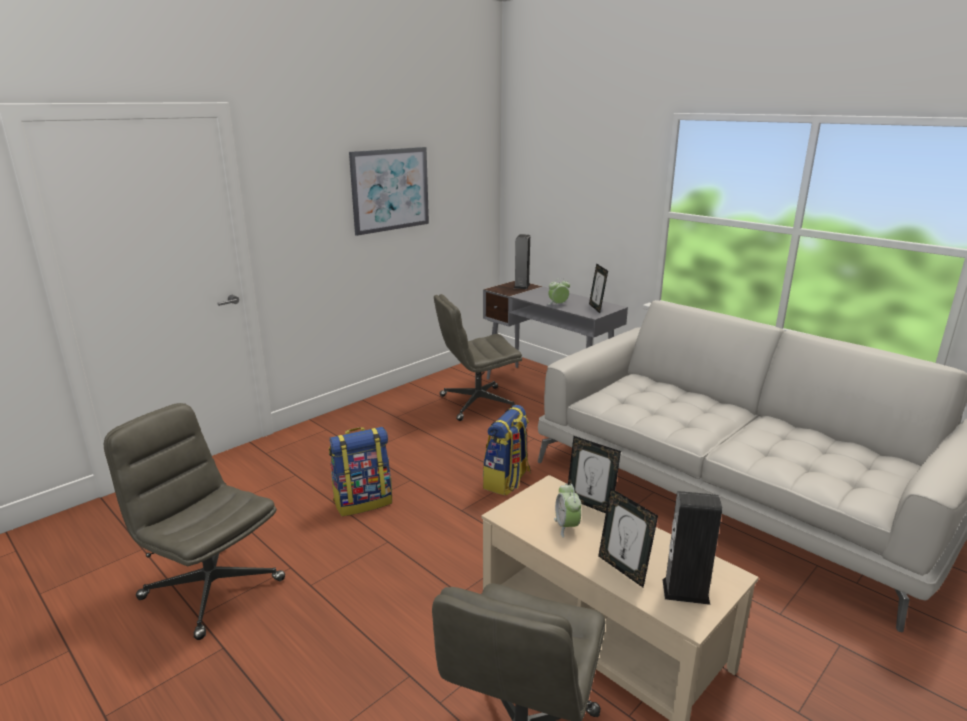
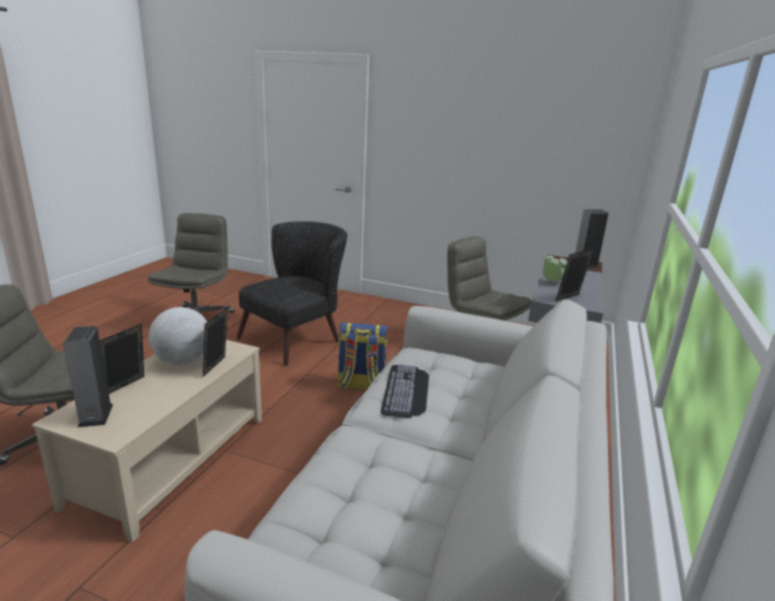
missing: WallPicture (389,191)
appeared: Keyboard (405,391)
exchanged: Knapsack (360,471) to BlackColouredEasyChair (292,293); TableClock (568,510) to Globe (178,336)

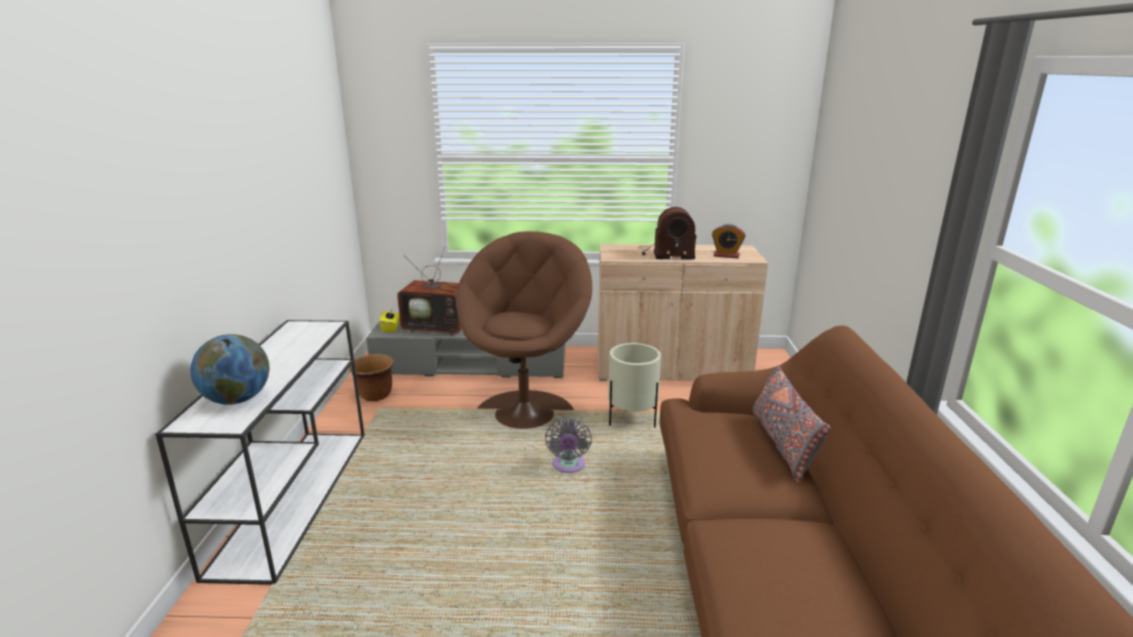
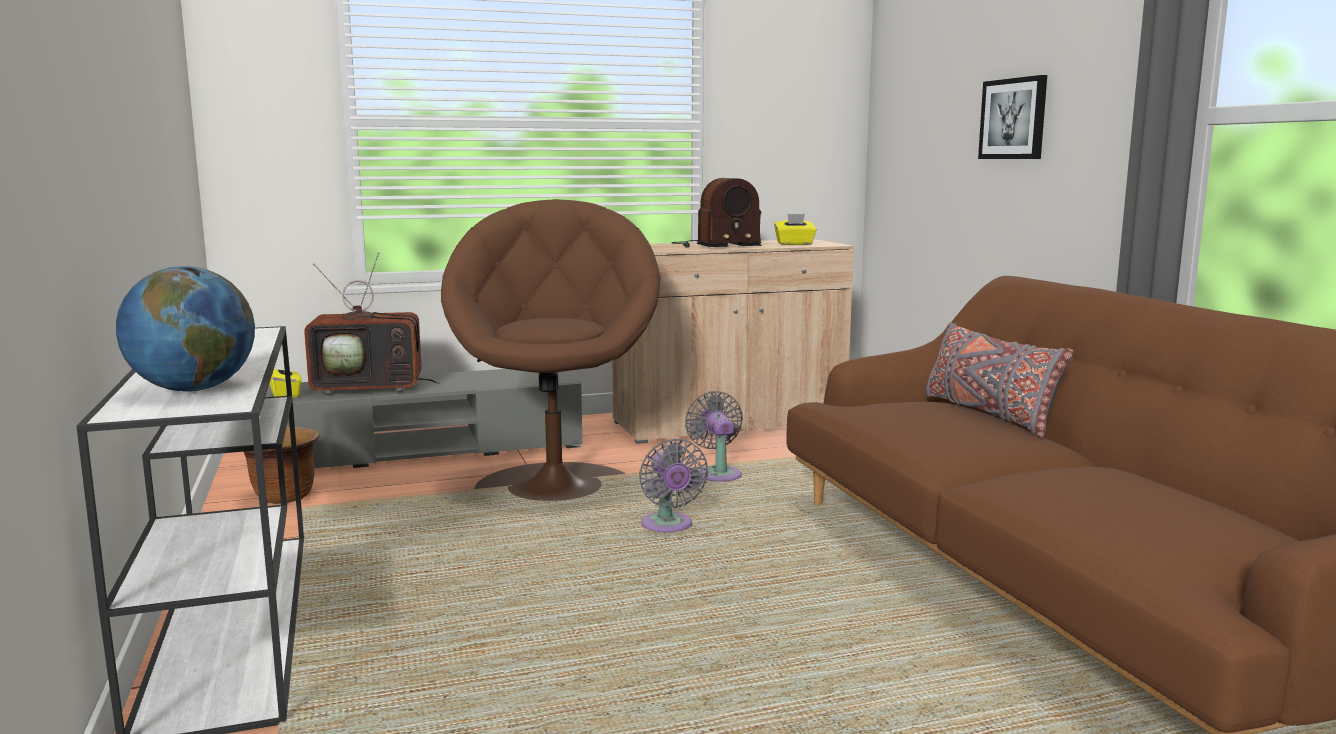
appeared: WallPicture (1012,117)
exchanged: BeigeFlowerPot (634,385) to GrayCoolingFan (714,436); TableClock (729,241) to YellowColouredTissueHolder (795,229)

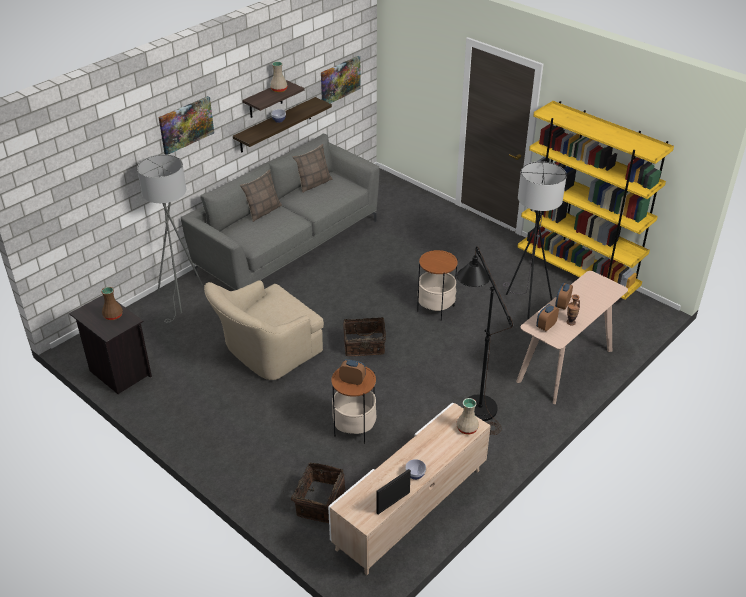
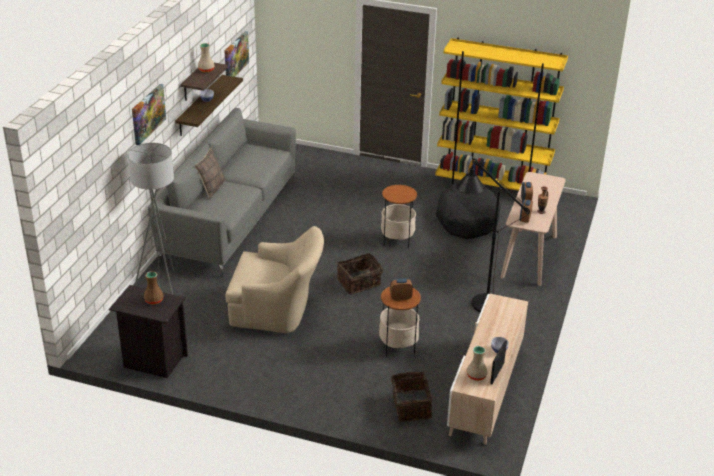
missing: Cushion (312,168)
relocated: BeigeDecorativeVase (467,416) to (477,363)
exchanged: GrayStandingLamp (535,240) to BlackColouredDogBed (468,211)
spun: BeigeEasyChair (264,330) = (274,279) 105 degrees counterclockwise

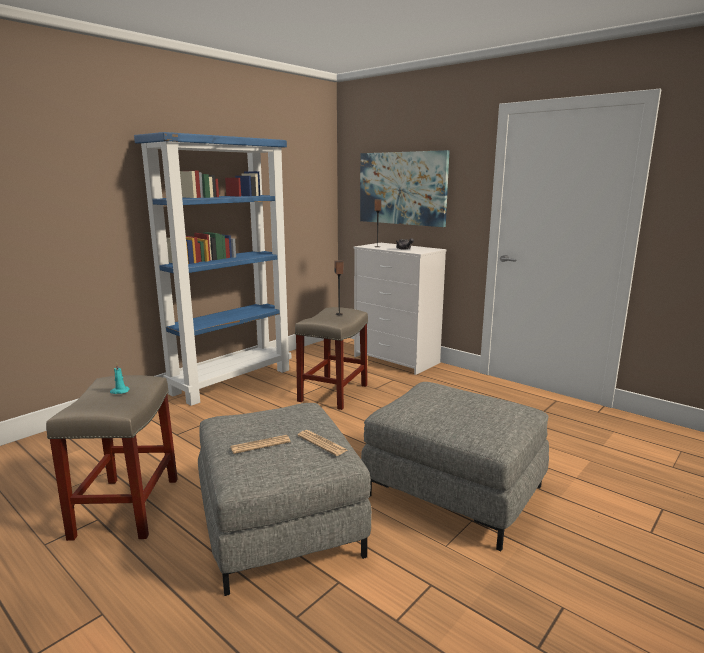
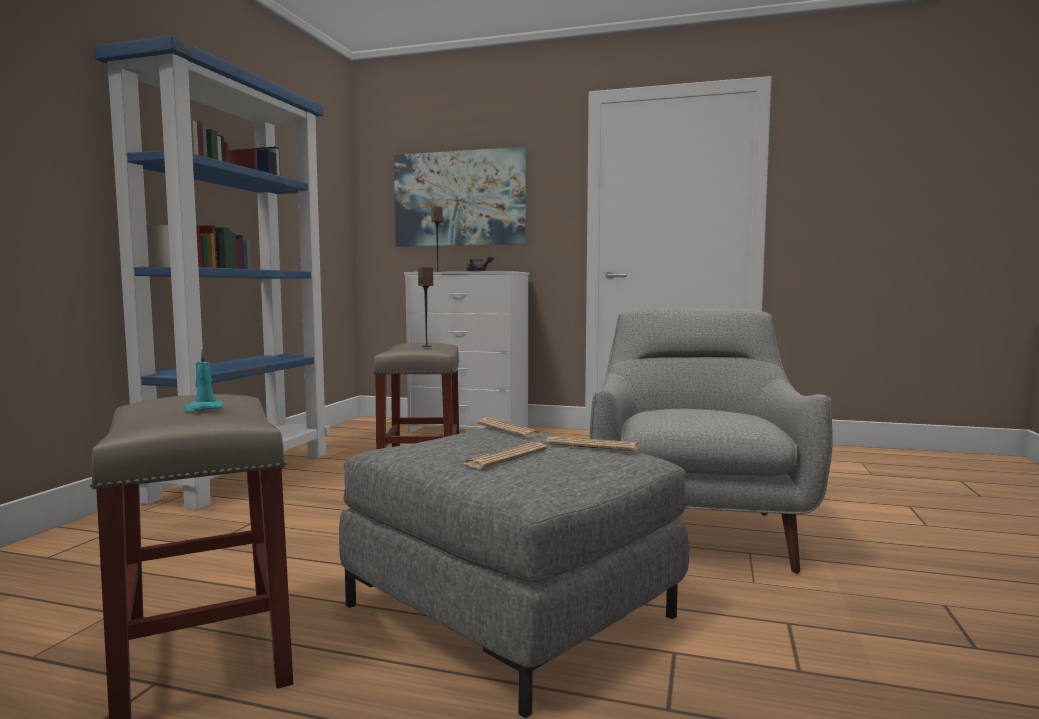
appeared: PrintedPaper (510,428)
exchanged: GrayFootrest (455,466) to GrayEasyChair (711,441)

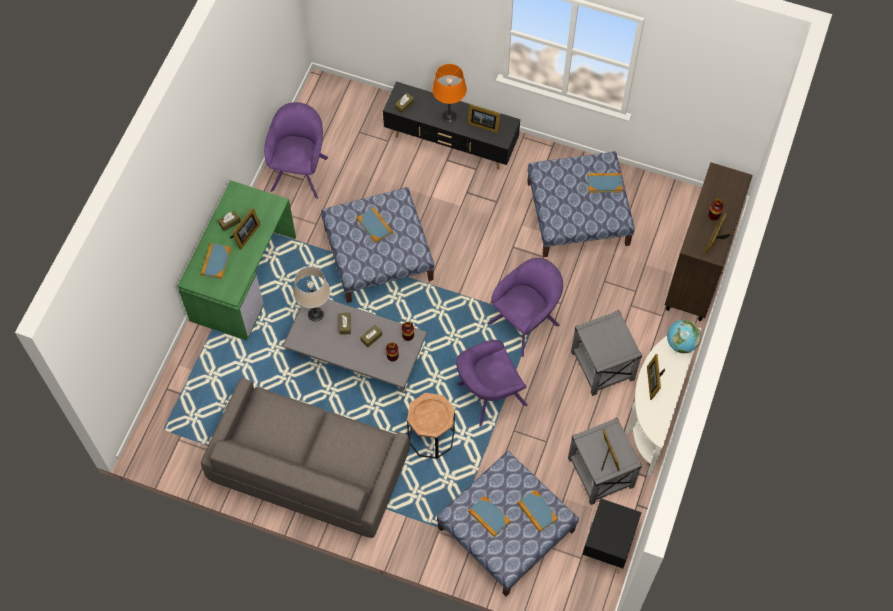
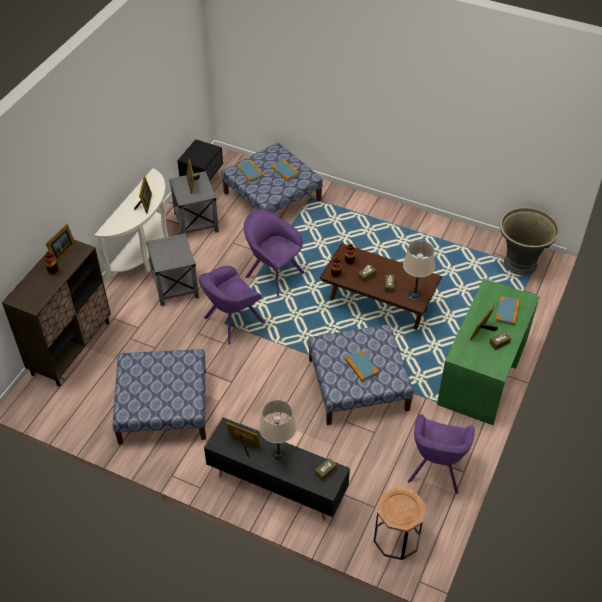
missing: GraySofa (305,458); BoundBook (605,183); Globe (684,336)
appeared: GrayFlowerPot (530,241)
relocated: BrownishSideTable (431,426) to (400,523)
colour: GrayLoungeTable (355,342) to BrownishLoungeTable (380,286); OrangeLampForATable (449,93) to BeigeLampForATable (278,431)
spun: PurplishEasyChair (492,383) = (274,253) 120 degrees counterclockwise

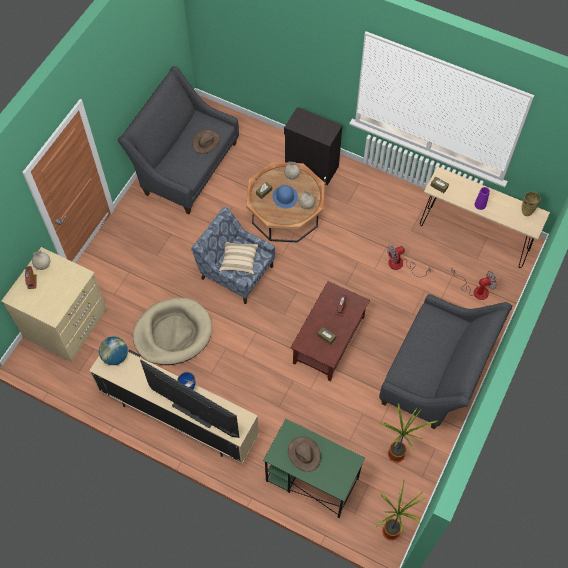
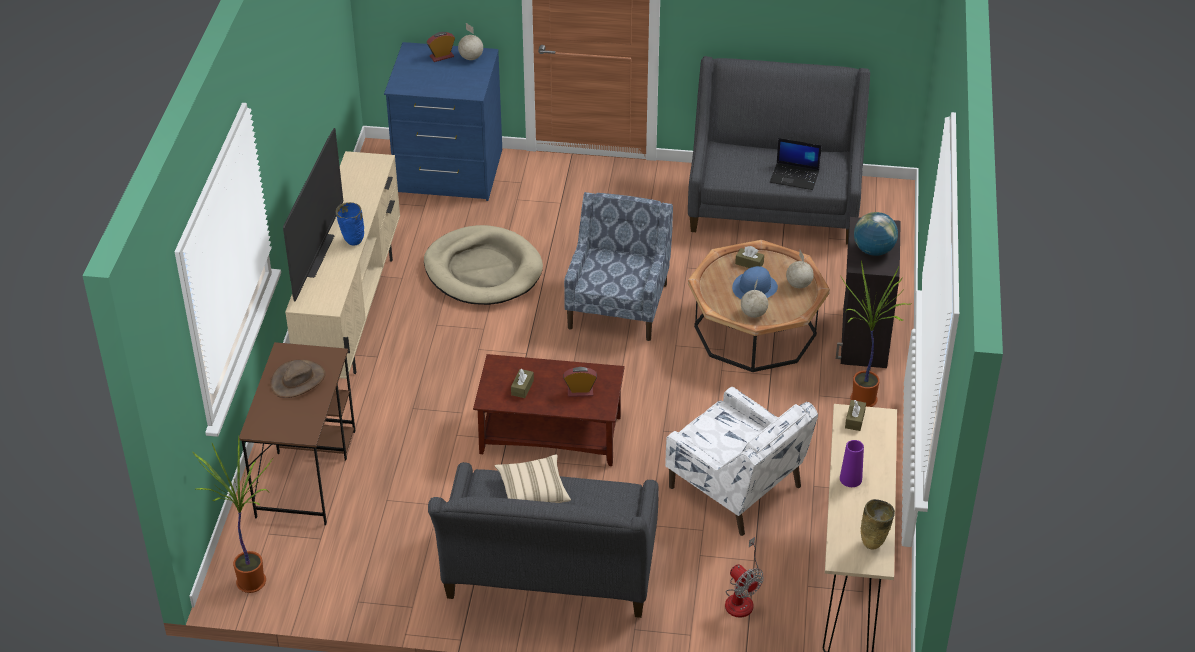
relocated: Globe (113,351) to (876,234); BeigeCushion (238,258) to (532,478); Houseplant (408,433) to (876,334)
exchanged: BrownishWearableHat (206,142) to PortableComputer (796,164); CoolingFan (409,261) to WhiteColouredEasyChair (741,461)
colour: BeigeDresser (54,305) to BlueDresser (443,121); GreenishDeskUnit (314,468) to BrownishDeskUnit (297,433)

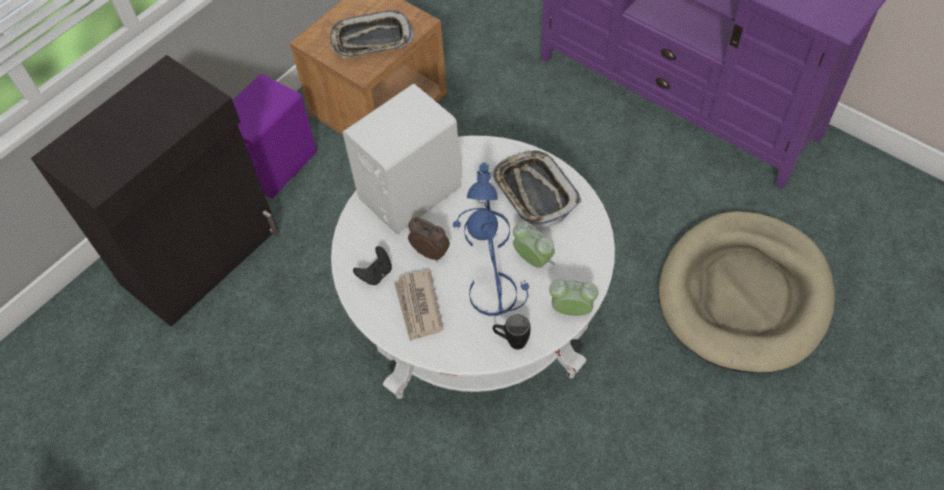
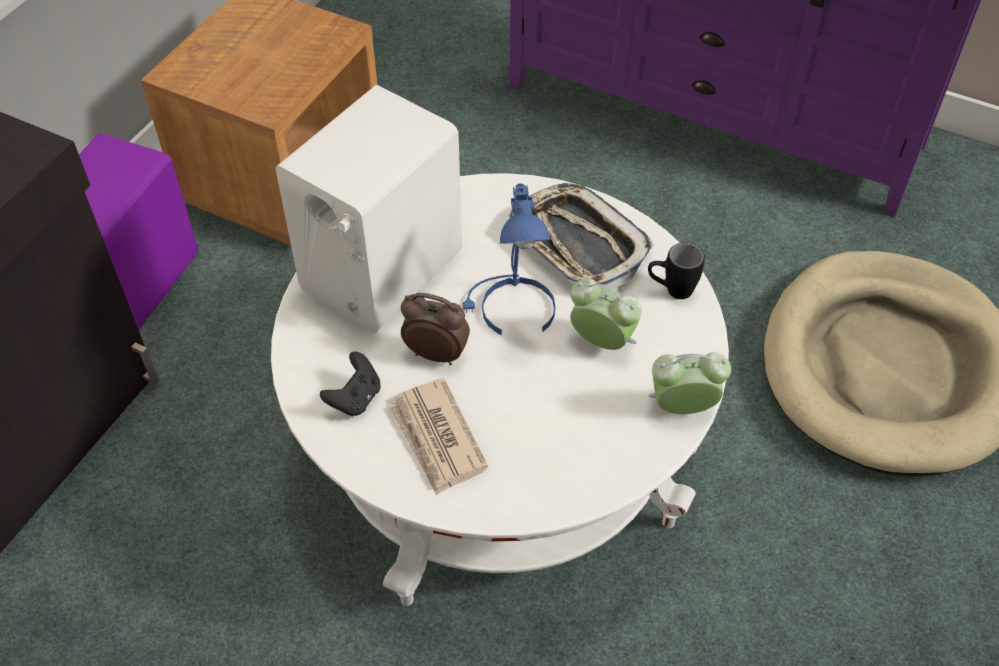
missing: Tray (372,34); BlueLampForATable (498,262)
relocated: BlackColouredCoffeeMug (511,332) to (676,271)

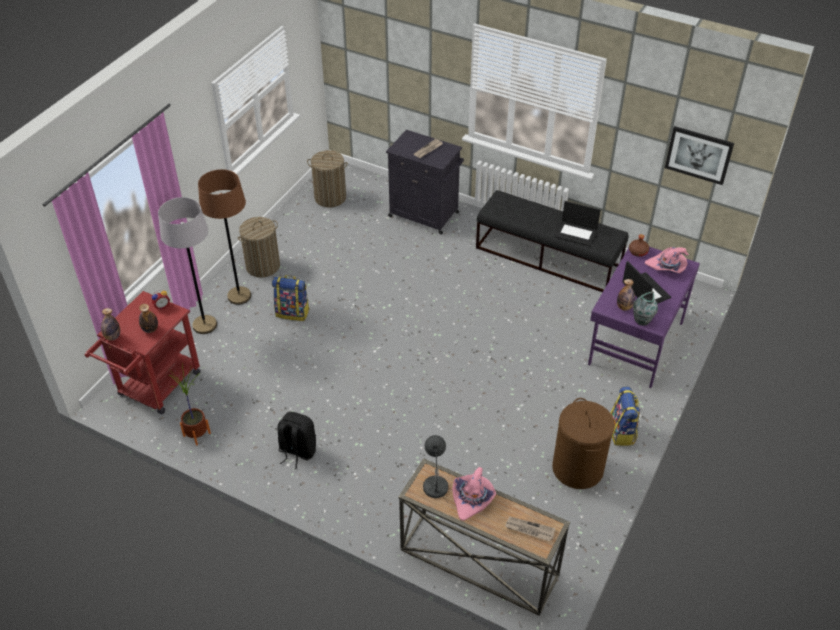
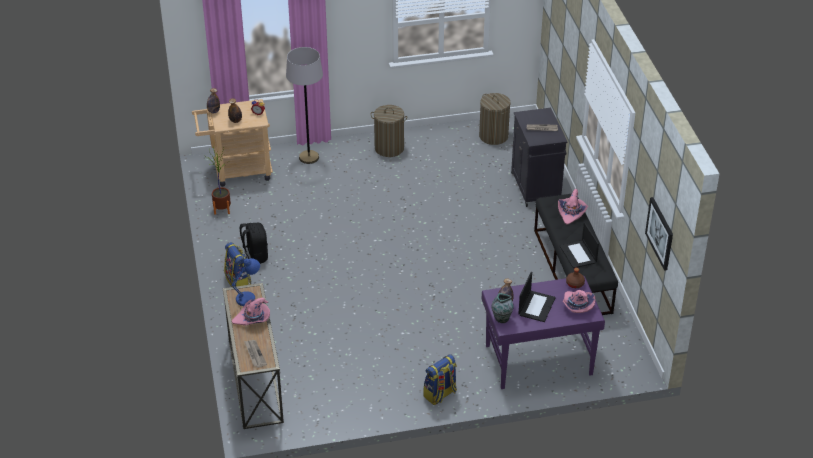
missing: BrownishStandingLamp (224,237); BrownishLaundryBasket (583,443)
appeared: PinkishWearableHat (573,207)
relocated: Knapsack (290,298) to (237,264)
colour: ReddishCart (143,352) to BeigeCart (232,143); GrayLampForATable (435,469) to BlueLampForATable (245,284)

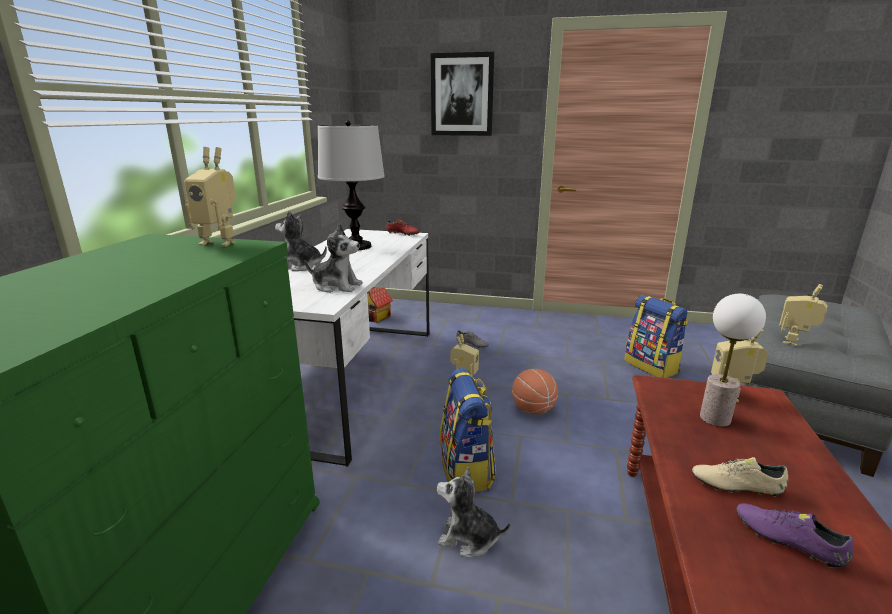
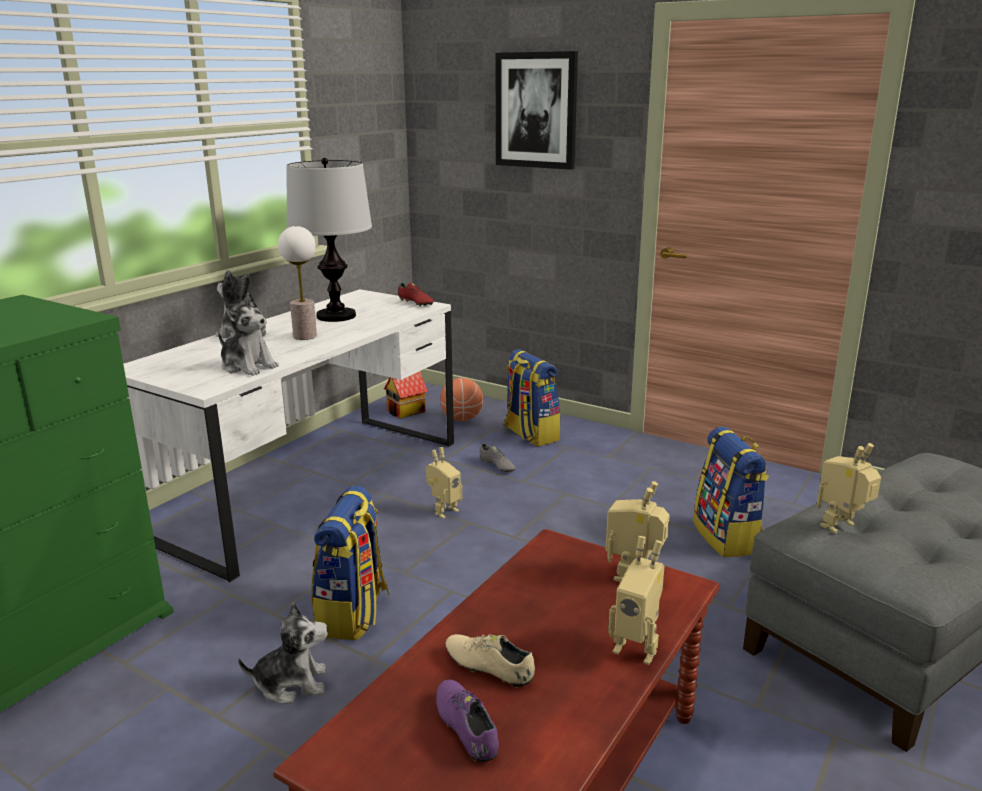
appeared: Knapsack (531,398)
relocated: RobotFigure (210,197) to (636,600); BallForBasketball (535,392) to (461,399); LampForATable (733,360) to (297,283)
spun: PlushToy (473,512) = (283,653) 135 degrees clockwise

